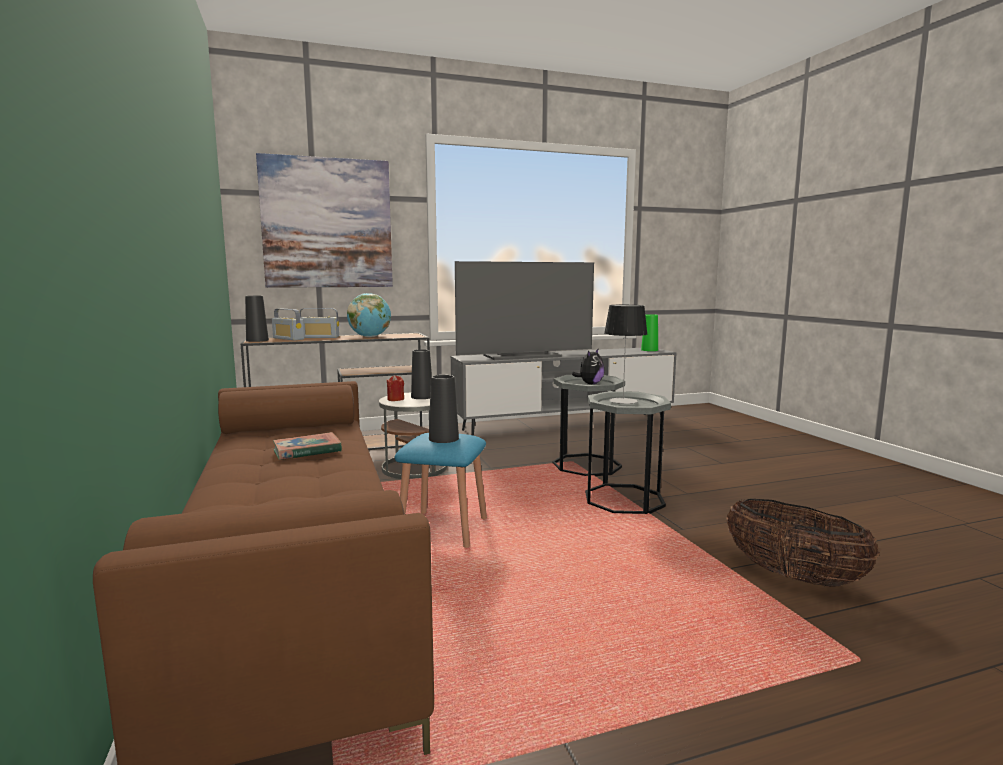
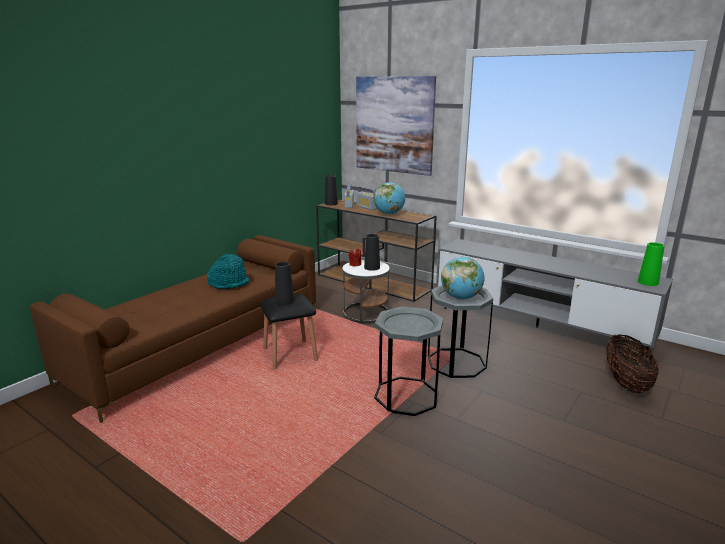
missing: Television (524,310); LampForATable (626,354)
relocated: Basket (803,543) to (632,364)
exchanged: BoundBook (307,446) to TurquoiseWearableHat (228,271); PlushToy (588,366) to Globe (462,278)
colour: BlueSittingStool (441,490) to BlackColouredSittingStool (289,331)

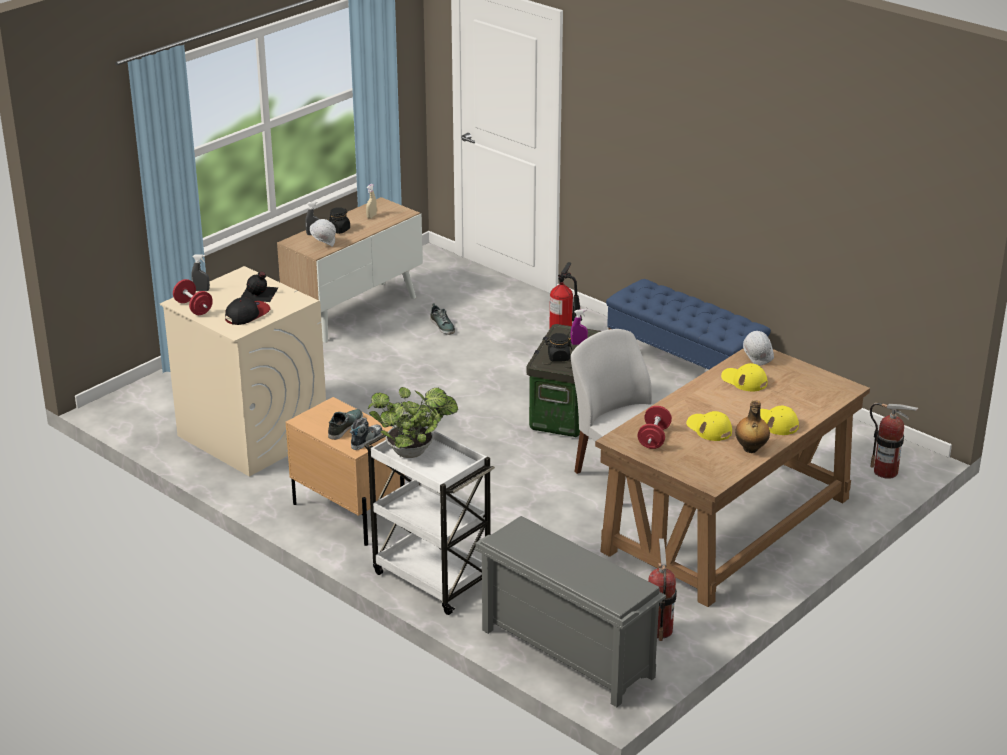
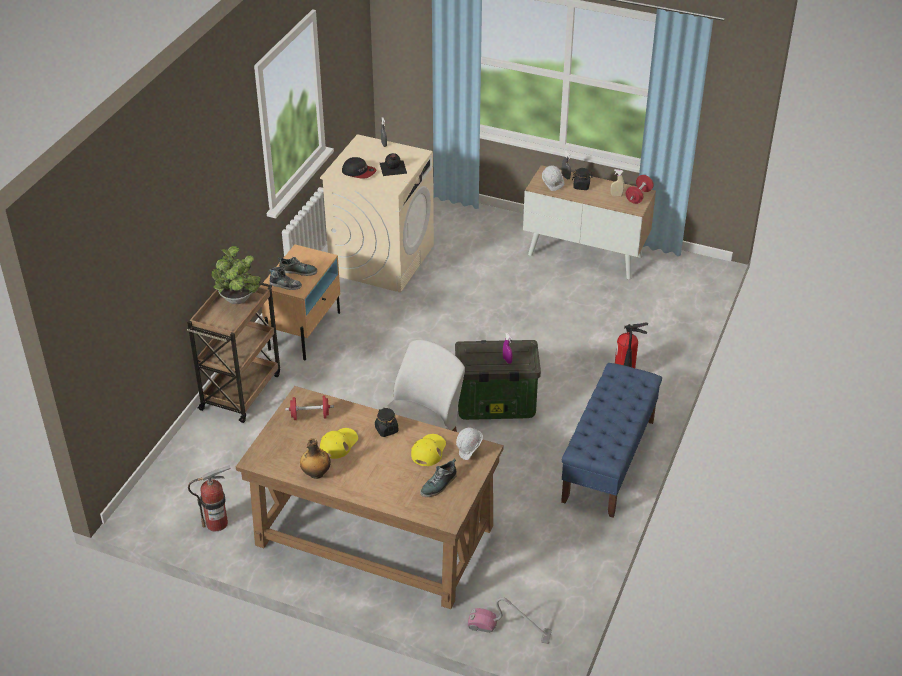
missing: GrayShoeStand (570,611); YellowColouredCap (779,420)
relocated: ReddishFreeWeight (193,297) to (640,189); Shoe (442,319) to (438,478); BlackColouredPreserveJar (558,347) to (386,422)
exchanged: Extinguisher (894,441) to Vacuum (510,620)
colour: WhiteColouredCart (429,520) to BrownishCart (233,352)

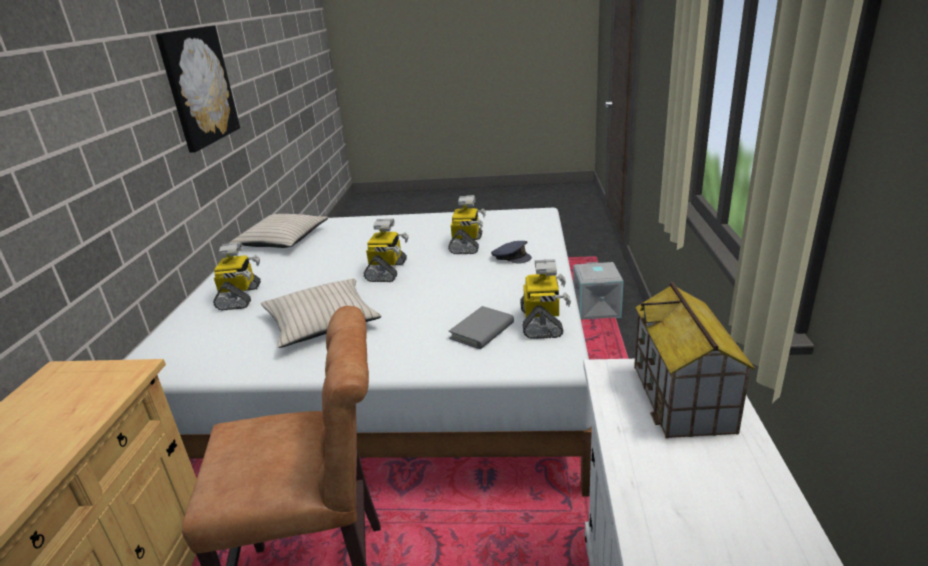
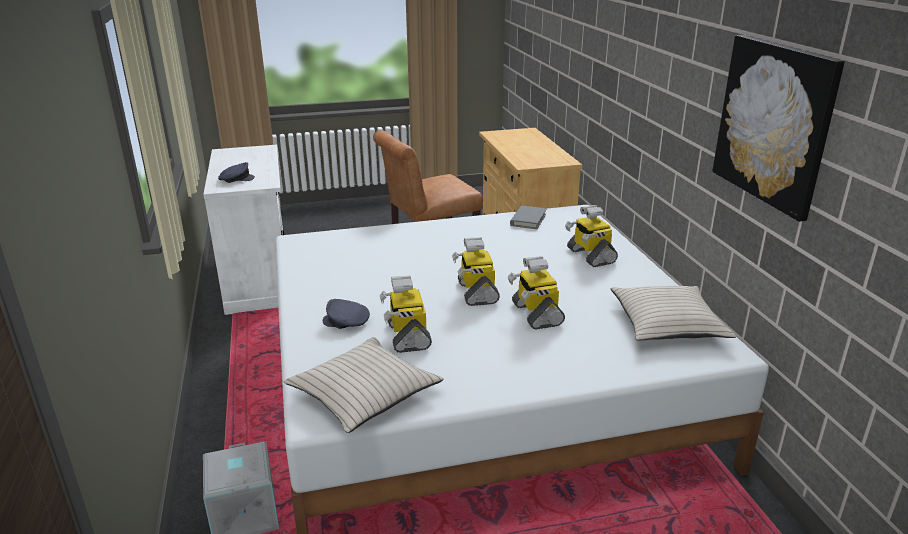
relocated: BeigeCushion (321,313) to (364,385); GrayBoundBook (481,327) to (528,217); RobotFigure (545,299) to (536,293)
exchanged: ToyHouse (694,360) to GrayCap (236,172)

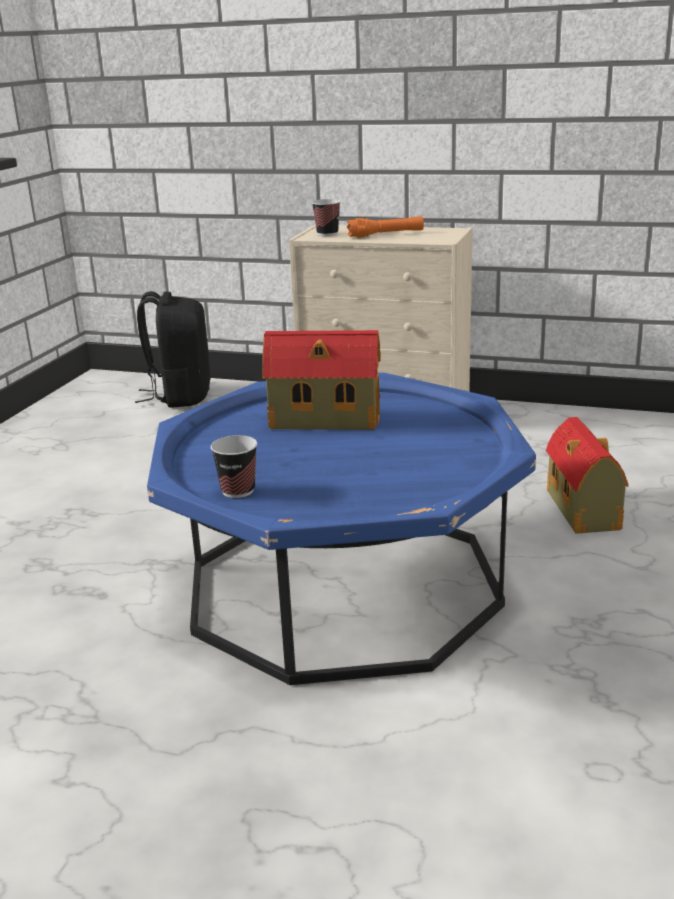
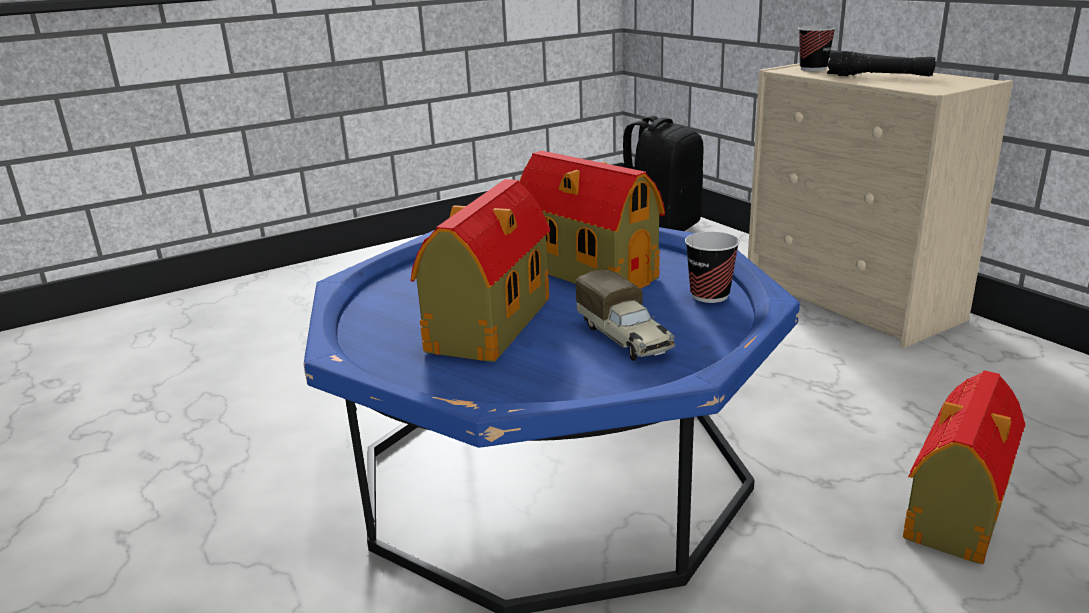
appeared: ToyHouse (480,270); ModelTruck (625,315)
relocated: DrinkingCup (234,466) to (712,267)
colour: OrangeTorch (385,227) to BlackColouredTorch (881,63)

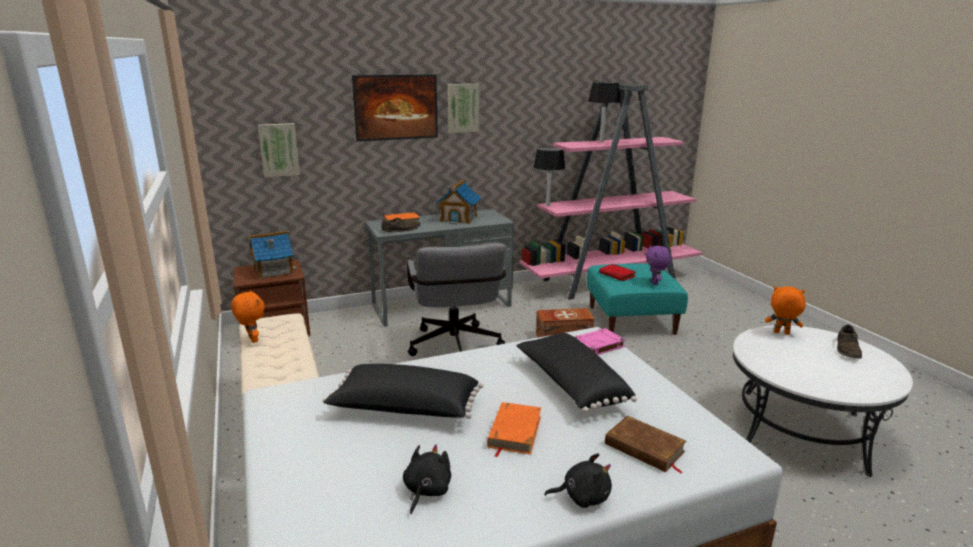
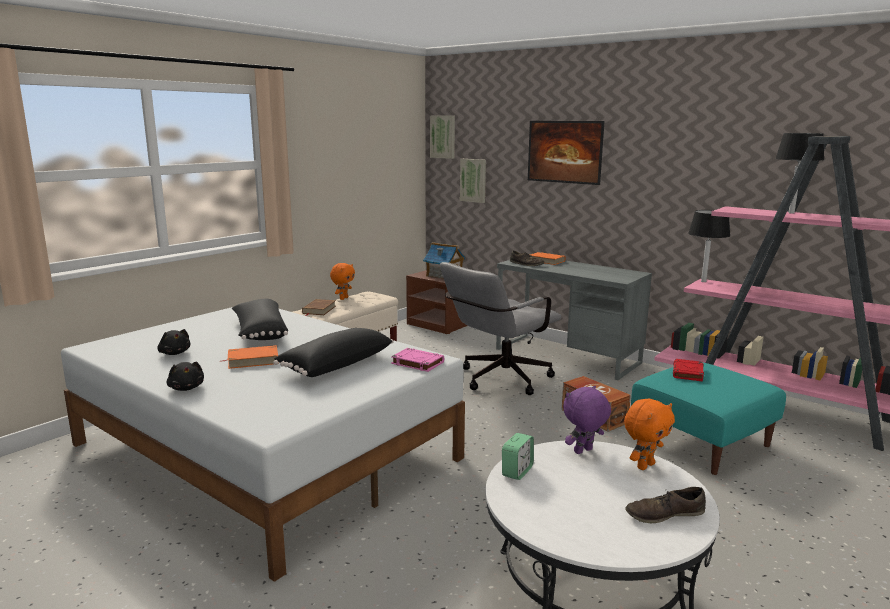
missing: ToyHouse (458,202)
appeared: TableClock (518,456)
relocated: WallPicture (463,108) to (442,137); BrownishBoundBook (646,444) to (319,307); PurplishPlushToy (658,265) to (587,419)
spun: BlackColouredPlushToy (427,479) = (173,342) 60 degrees clockwise; OrangePlushToy (785,310) = (649,434) 60 degrees clockwise

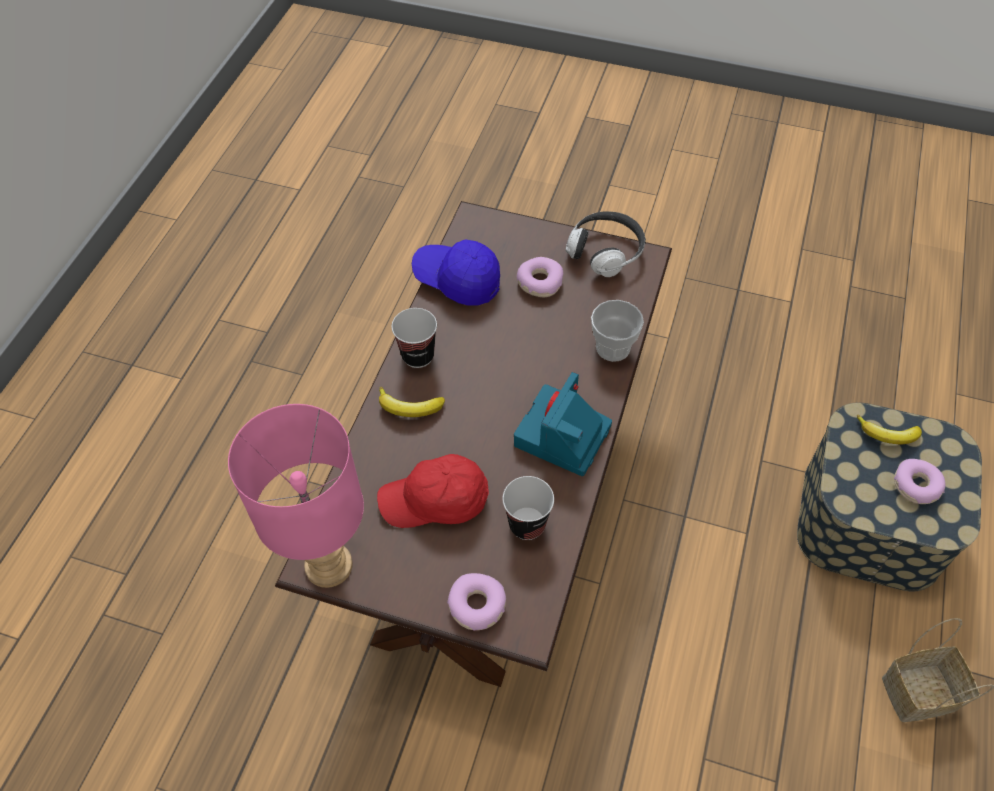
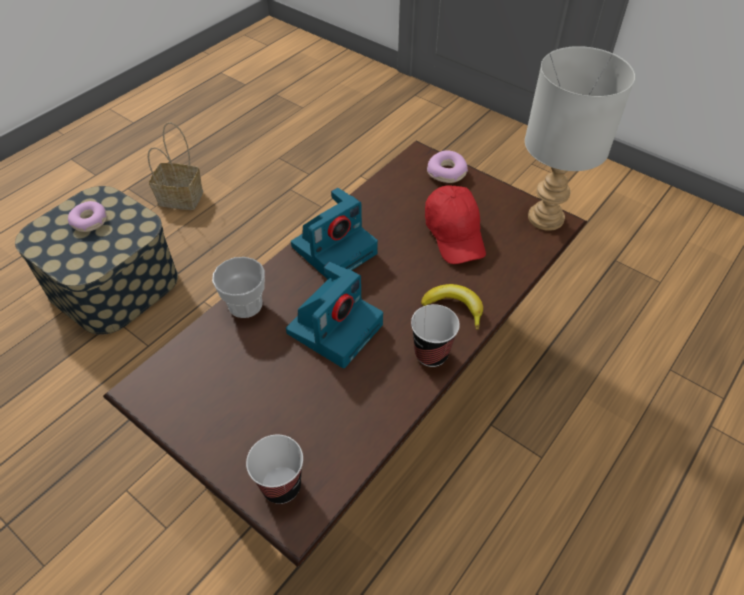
missing: BlueCap (456,273); Donut (540,277); Headset (606,244); BananaFruit (889,429)
appeared: StillCamera (334,315)
relocated: DrinkingCup (528,508) to (274,469)
colour: PinkishLampForATable (296,496) to GrayLampForATable (580,138)
spun: ReddishCap (433,491) = (455,224) 60 degrees clockwise

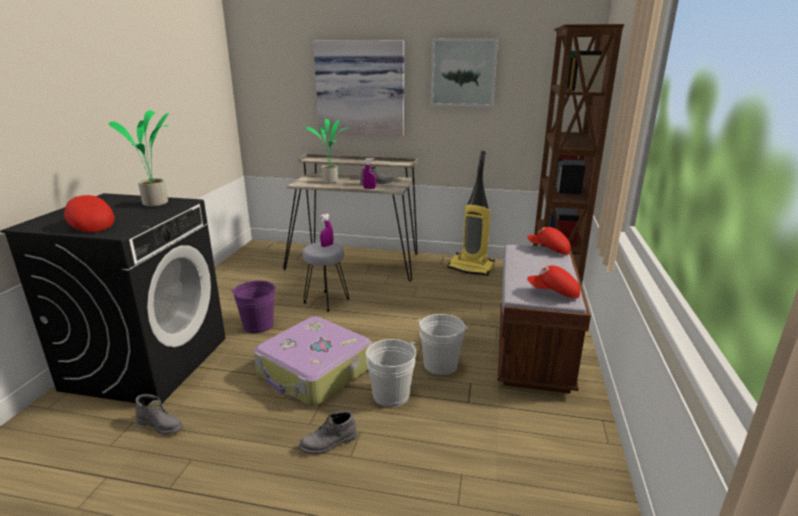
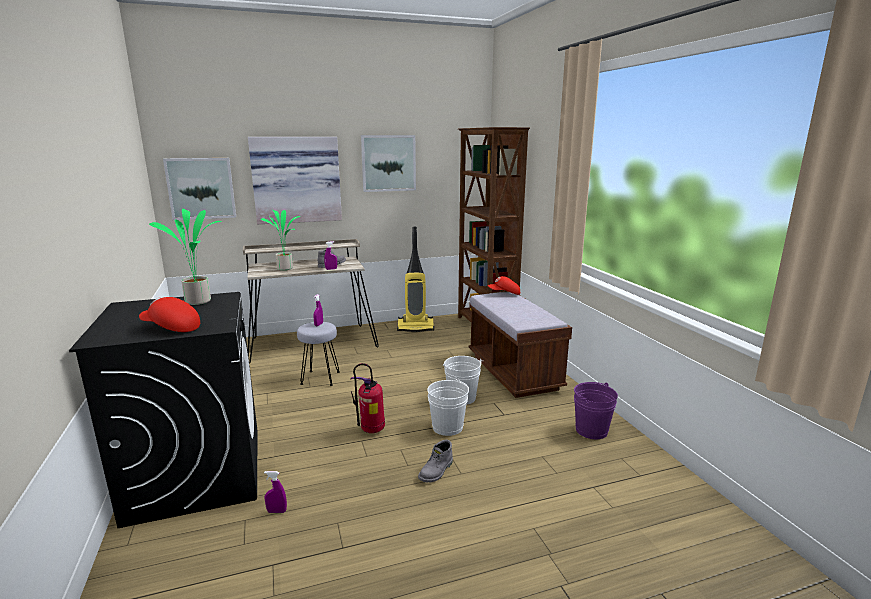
missing: ReddishCap (553,281)
appeared: WallPicture (199,189)
relocated: PurplishPail (253,306) to (596,410)
exchanged: GrayHighTopBoot (159,414) to PurplishHandSprayer (275,492); TravelCase (313,361) to Extinguisher (368,398)

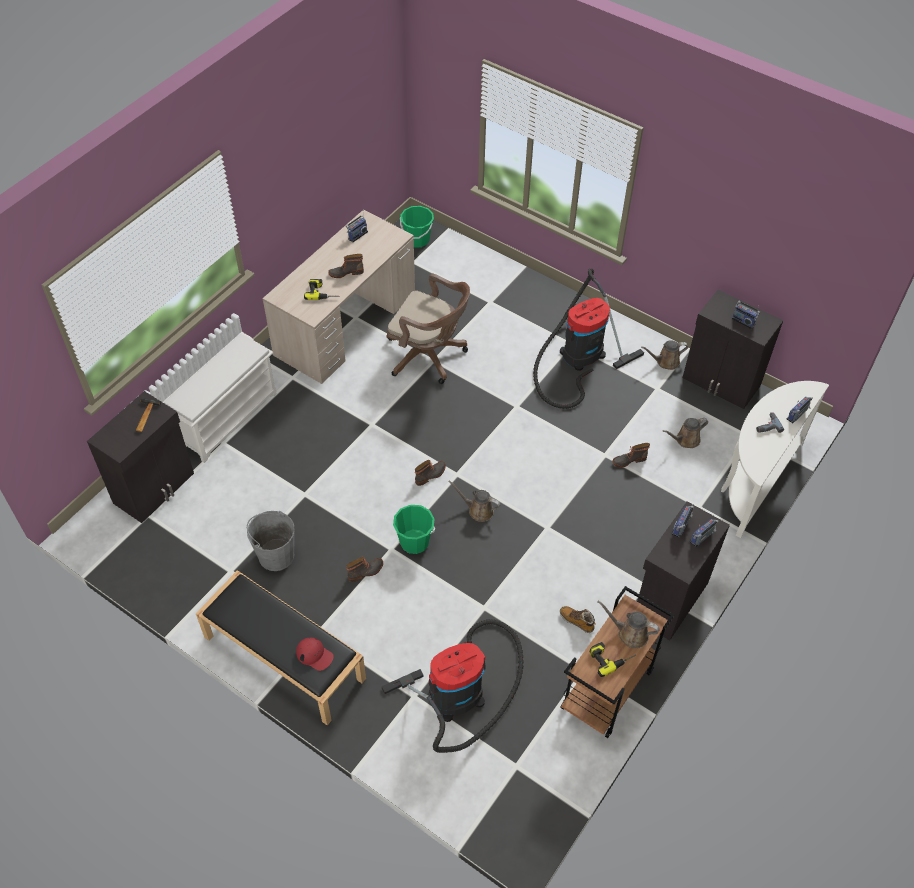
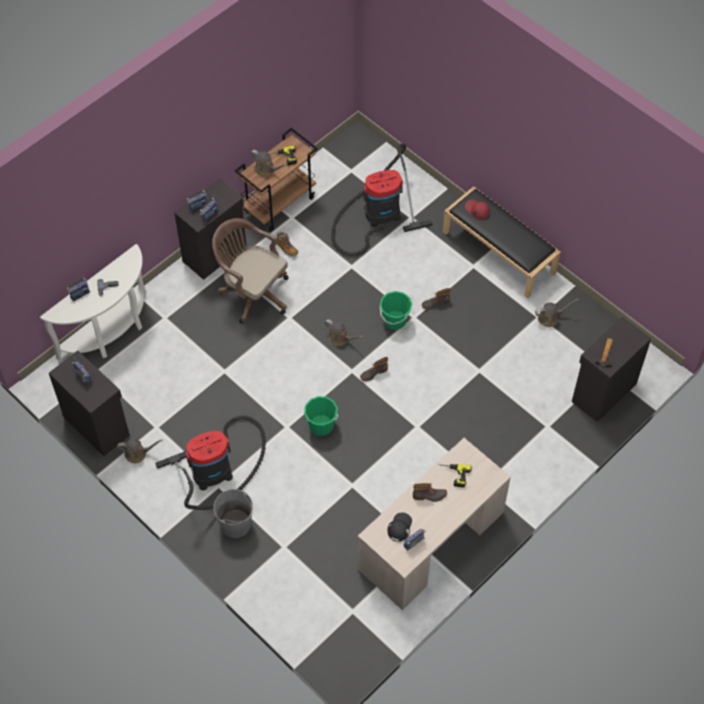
missing: WhiteColouredShoeStand (220,397); HighTopBoot (631,455)
appeared: BlackColouredCap (399,527)
relocated: GrayPail (271,541) to (233,513); BrownishOfficeChair (428,328) to (250,271); GreenishPail (417,227) to (321,416); BrownishWateringCan (685,433) to (557,313)

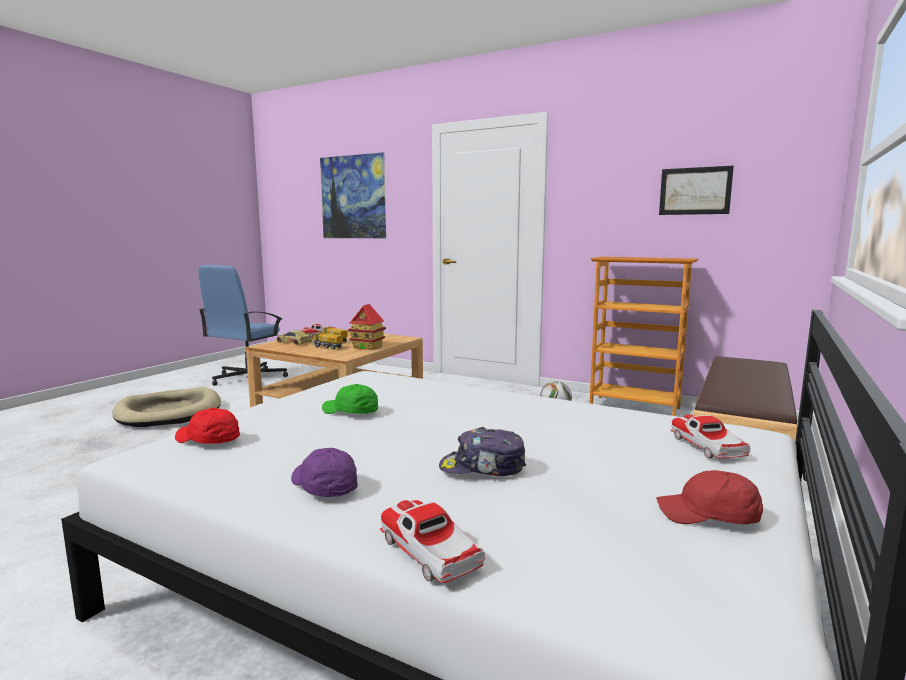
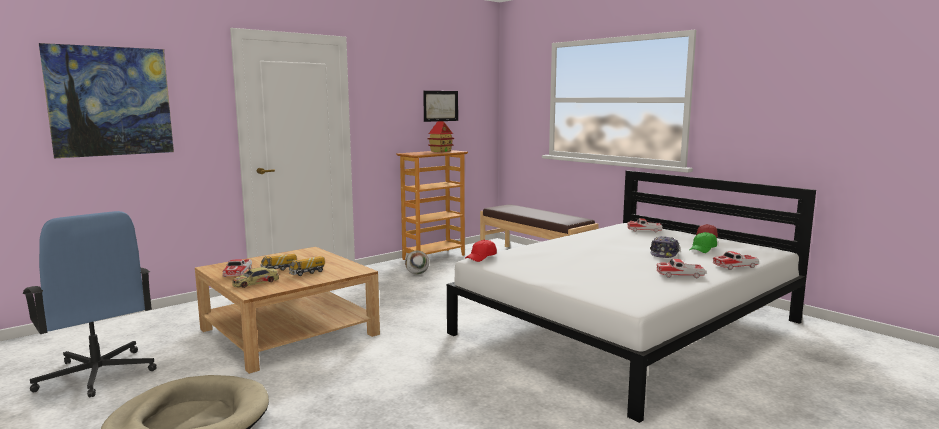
relocated: ReddishCap (207,426) to (481,251); GreenishCap (350,399) to (703,242); ToyHouse (367,327) to (441,136)
exchanged: PurplishCap (324,472) to MiniatureCar (681,268)

